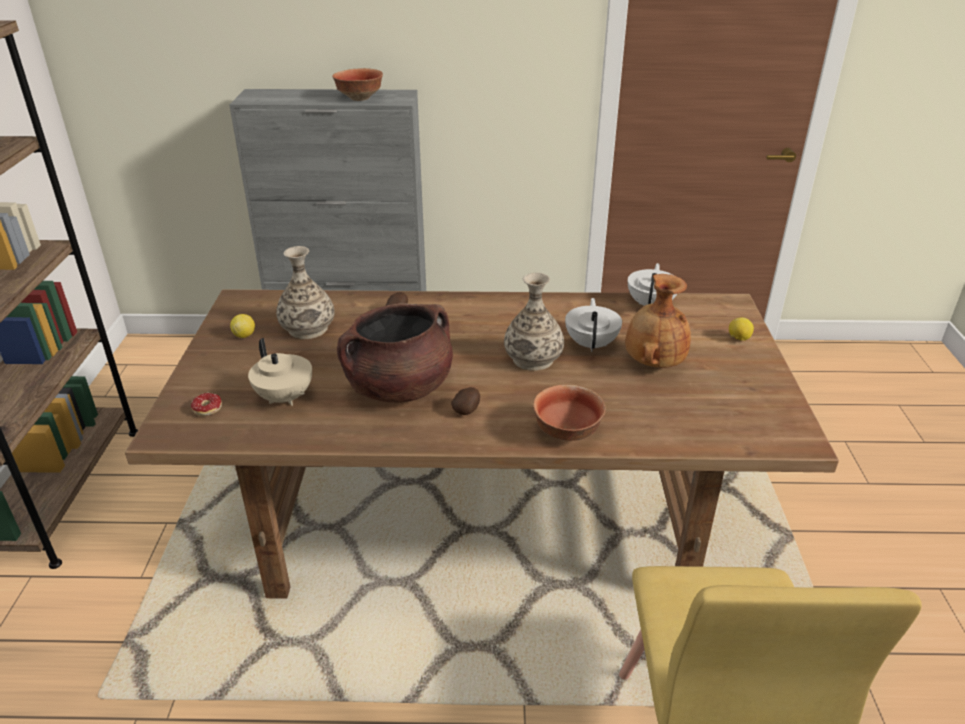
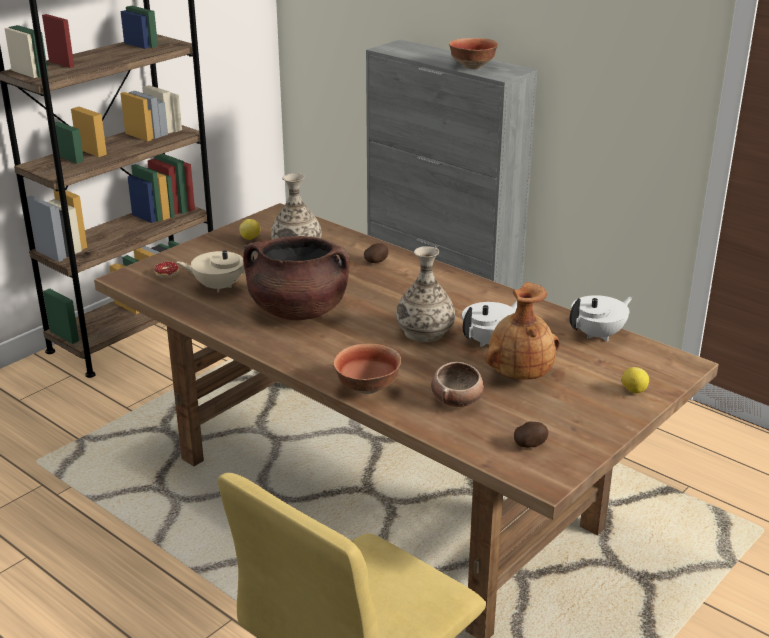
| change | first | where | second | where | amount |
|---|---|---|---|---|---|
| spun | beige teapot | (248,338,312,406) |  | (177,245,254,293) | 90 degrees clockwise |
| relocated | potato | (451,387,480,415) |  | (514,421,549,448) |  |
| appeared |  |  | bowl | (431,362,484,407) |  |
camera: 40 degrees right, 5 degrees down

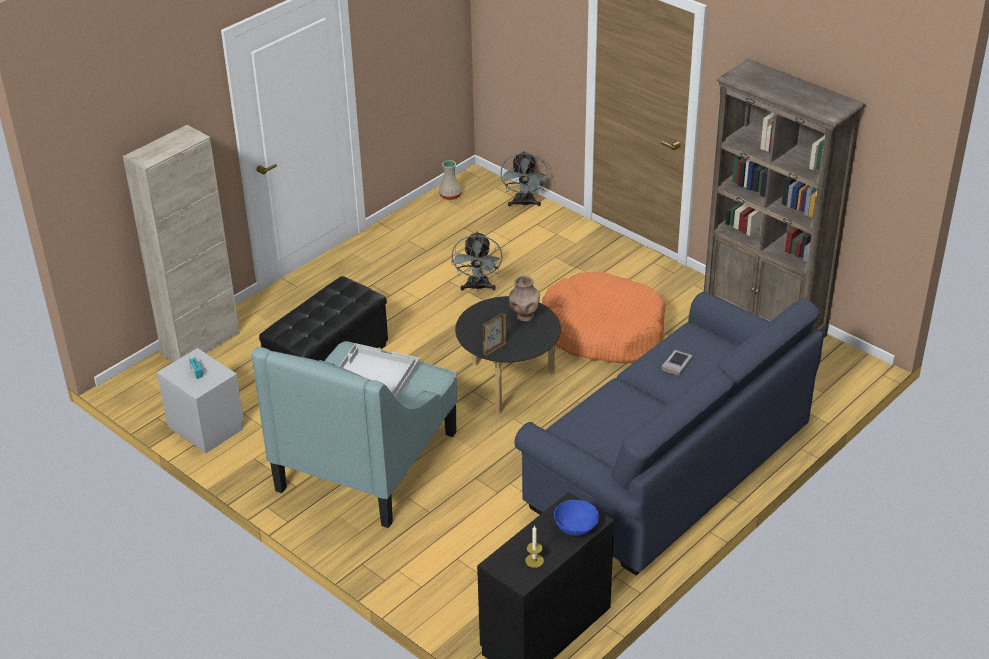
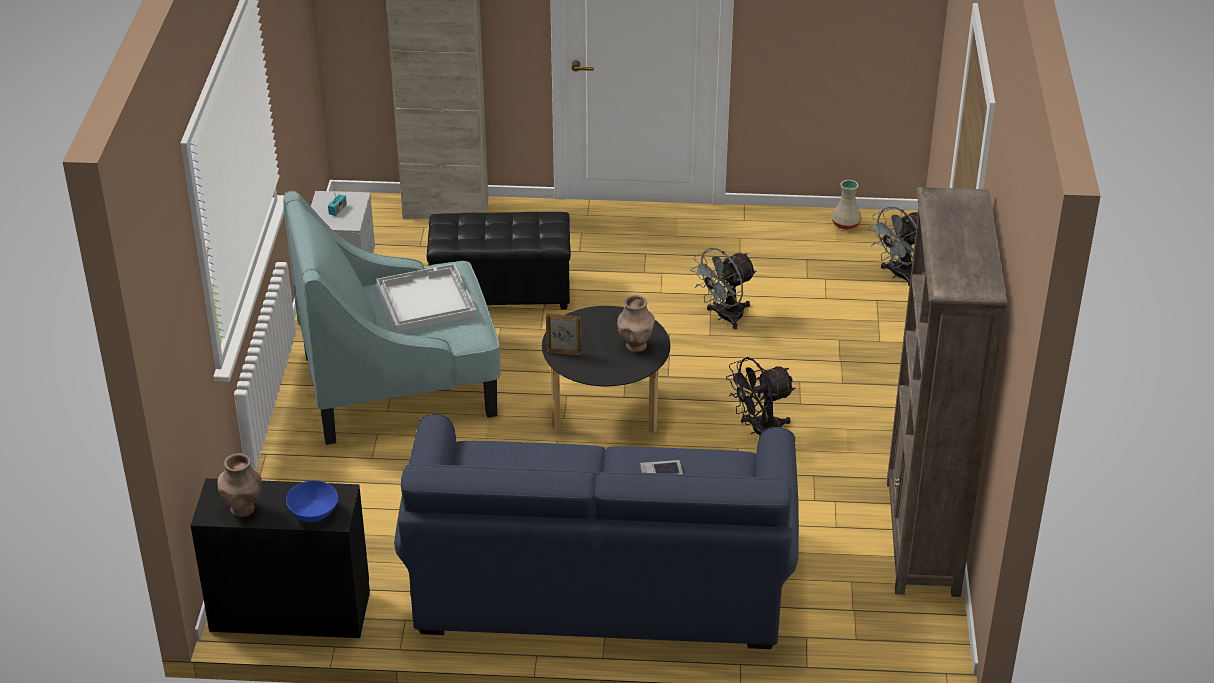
| change | first | where | second | where | amount |
|---|---|---|---|---|---|
| exchanged | orange dog bed | (542,272,666,364) | black fan | (726,357,795,435) |  |
| exchanged | candle | (525,525,544,568) | brown vase | (217,453,262,517) |  |
camera: 50 degrees right, 0 degrees up

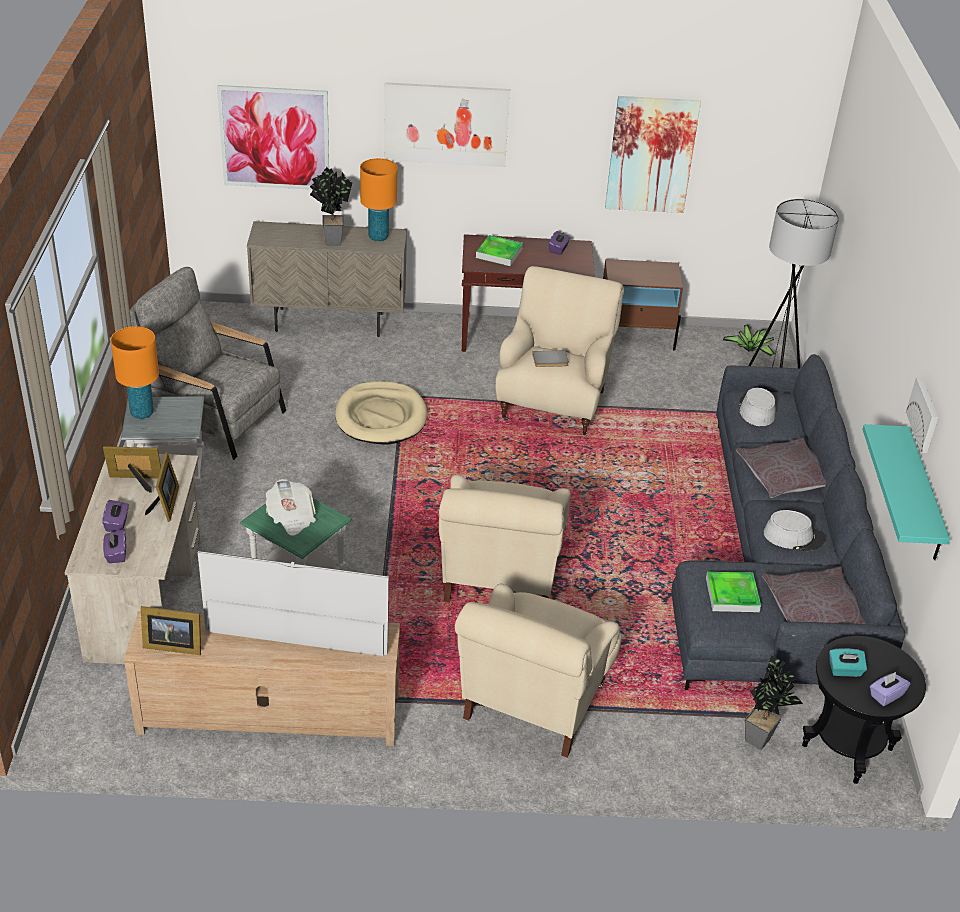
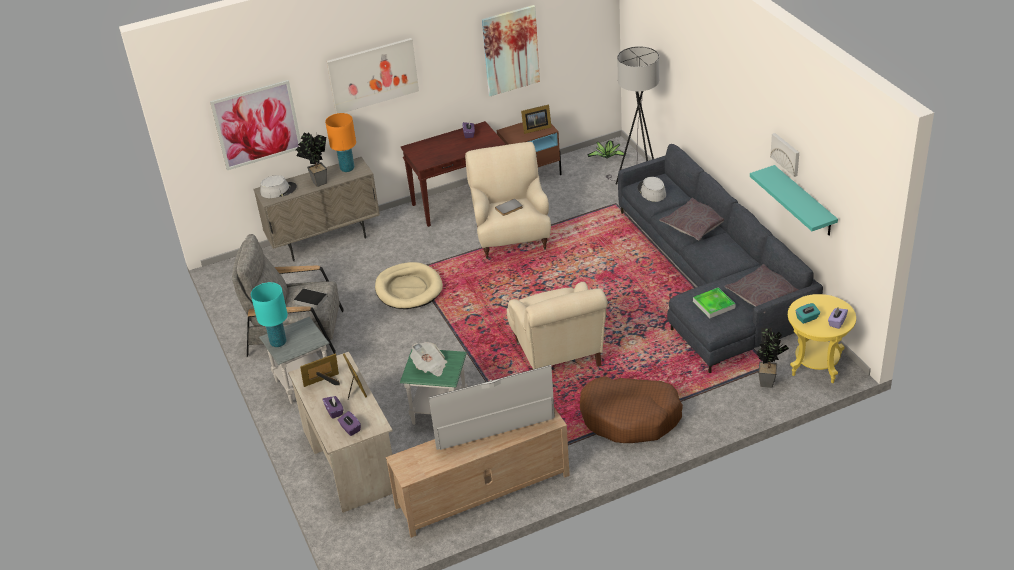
| change | first | where | second | where | amount |
|---|---|---|---|---|---|
| missing | tray | (476,235,523,266) |  |  |  |
| colour | orange table lamp | (110,326,159,419) | turquoise table lamp | (251,282,288,347) |  |
| relocated | grey hat | (763,510,825,551) |  | (260,175,297,198) |  |
| exchanged | beige armchair | (455,584,622,758) | brown dog bed | (580,376,683,443) |  |
| relocated | picture frame | (141,606,201,655) |  | (521,104,552,134) |  |
| colour | black side table | (802,636,926,784) | yellow side table | (788,294,856,383) |  |
| appeared |  |  | book | (294,288,328,309) |  |
camera: 20 degrees left, 0 degrees up

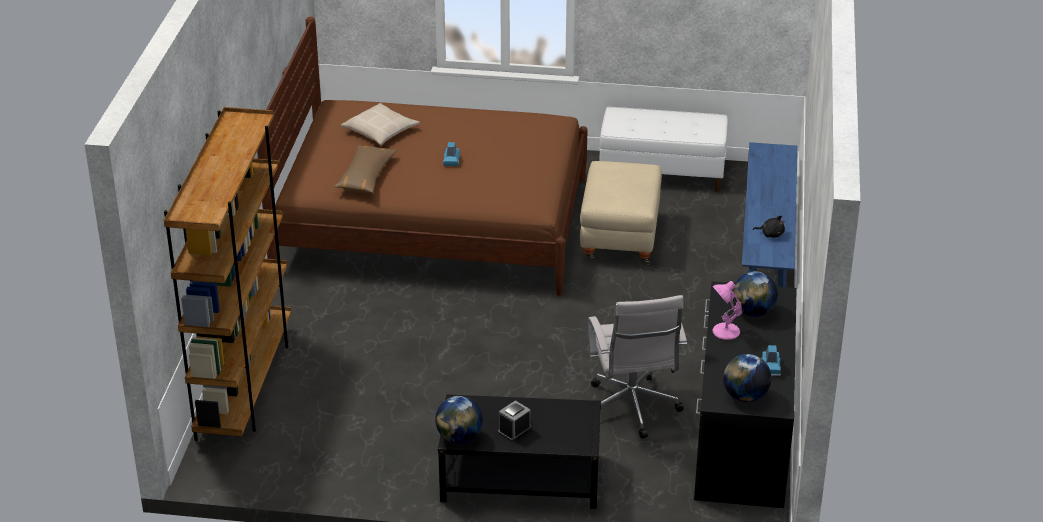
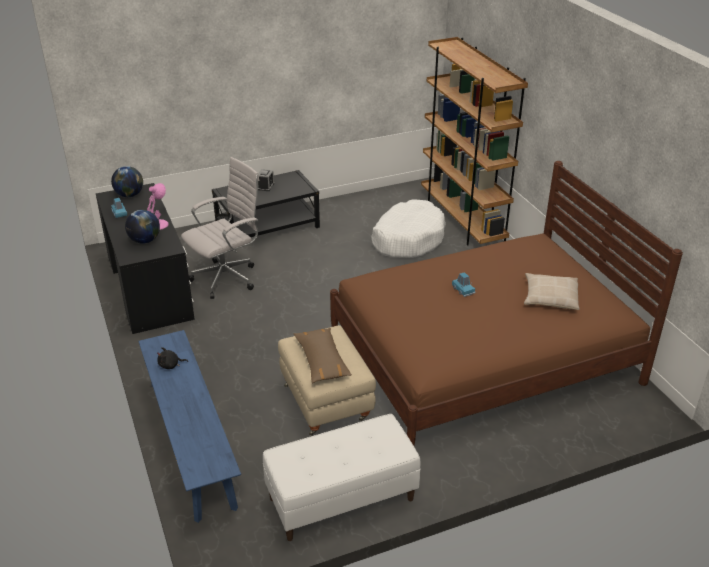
| change | first | where | second | where | amount |
|---|---|---|---|---|---|
| relocated | brown pillow | (334,145,397,193) |  | (294,328,352,383) |  |
| spun | white office chair | (588,295,687,439) |  | (181,157,260,299) | 90 degrees clockwise |
| missing | globe | (435,396,483,444) |  |  |  |
| appeared |  |  | white dog bed | (371,199,446,258) |  |
camera: 150 degrees right, 0 degrees up

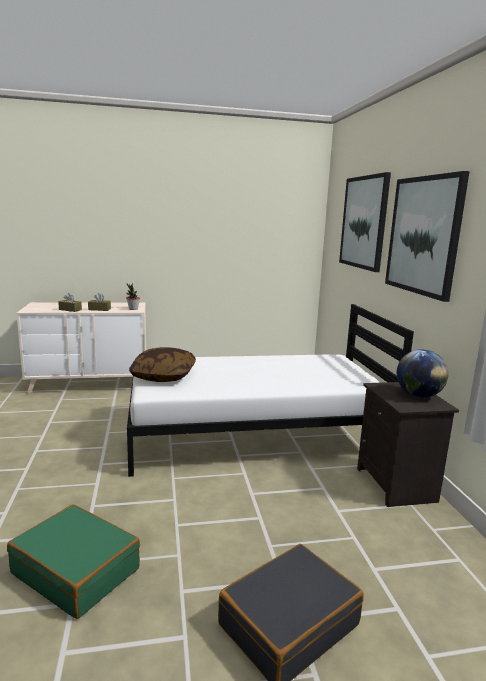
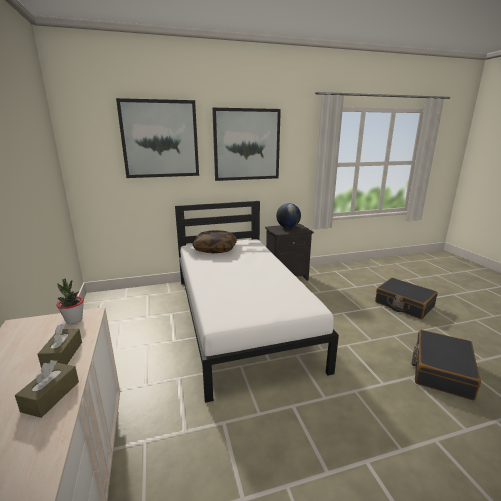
| change | first | where | second | where | amount |
|---|---|---|---|---|---|
| relocated | pillow | (129,347,196,382) |  | (192,230,237,253) |  |
| colour | green suitcase | (7,504,140,619) | black suitcase | (412,330,481,400) |  |
camera: 95 degrees left, 5 degrees up

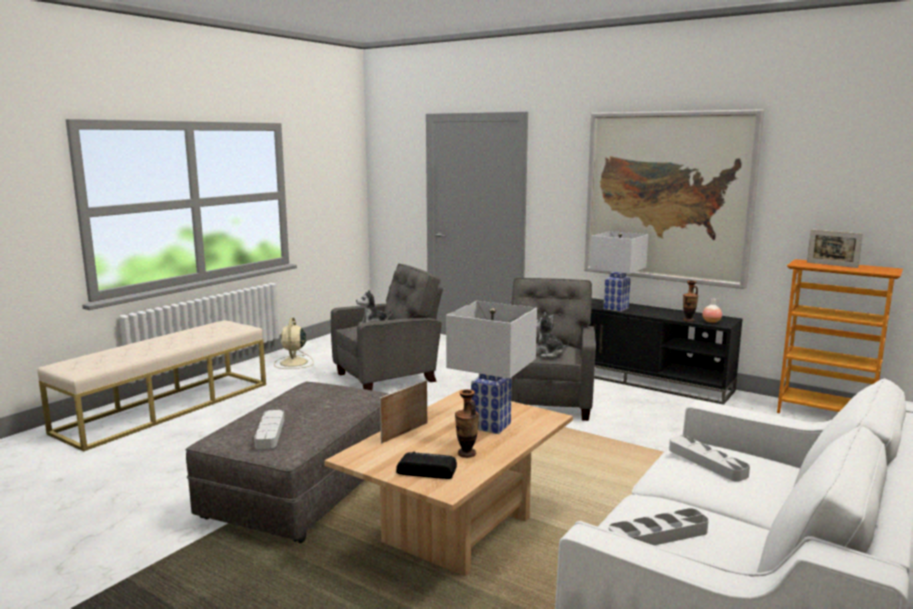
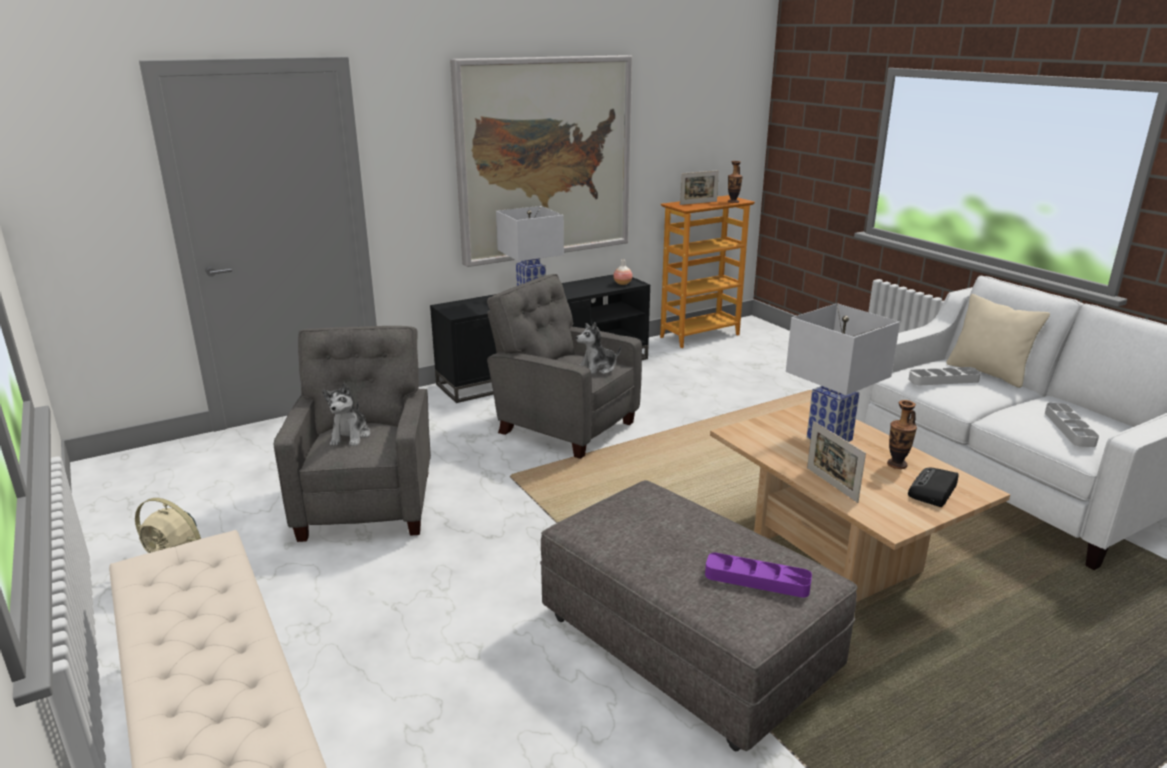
| change | first | where | second | where | amount |
|---|---|---|---|---|---|
| relocated | vase | (683,280,698,322) |  | (728,161,743,203) |  |
| colour | grey tray | (254,410,284,449) | purple tray | (705,553,812,598) |  |
| appeared |  |  | beige pillow | (946,294,1050,388) |  |
camera: 65 degrees left, 10 degrees up

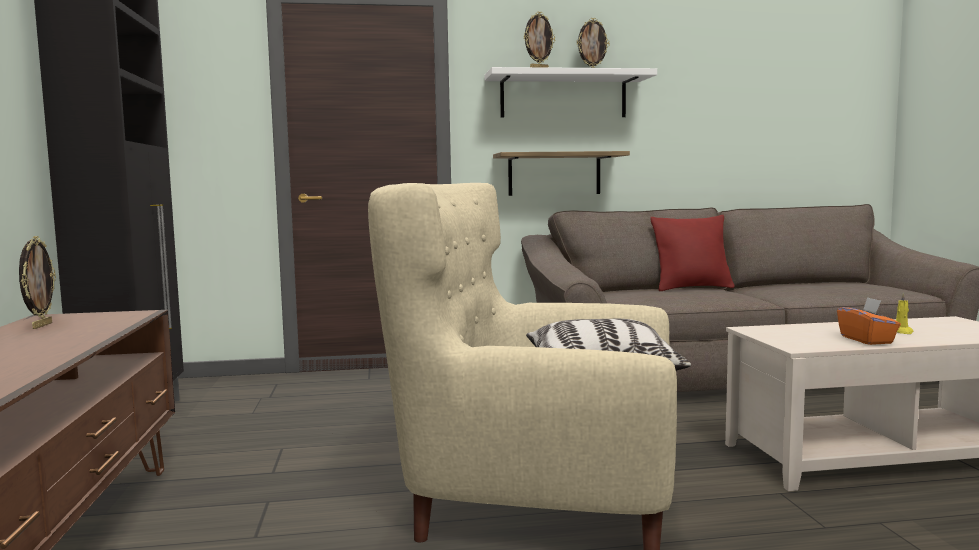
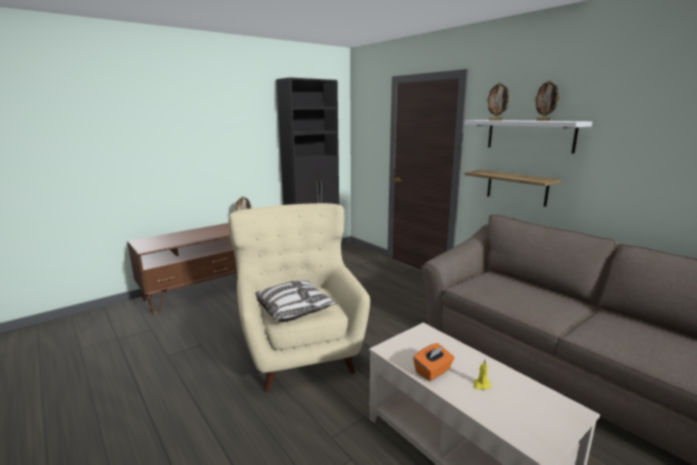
| change | first | where | second | where | amount |
|---|---|---|---|---|---|
| missing | red pillow | (650,215,735,291) |  |  |  |
camera: 60 degrees right, 10 degrees up

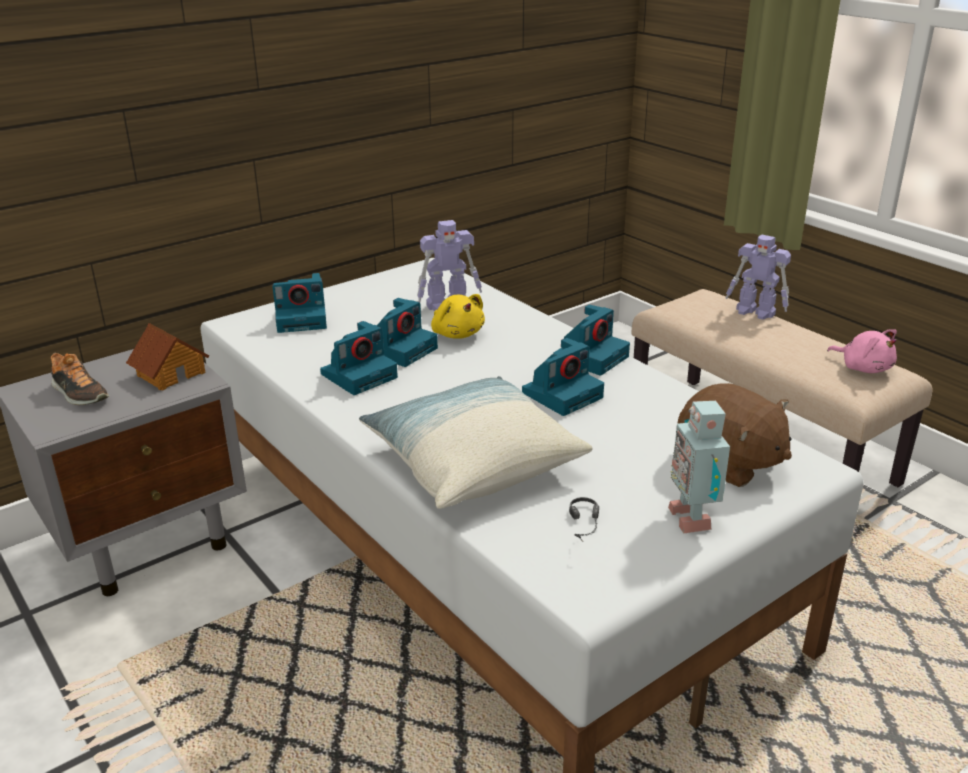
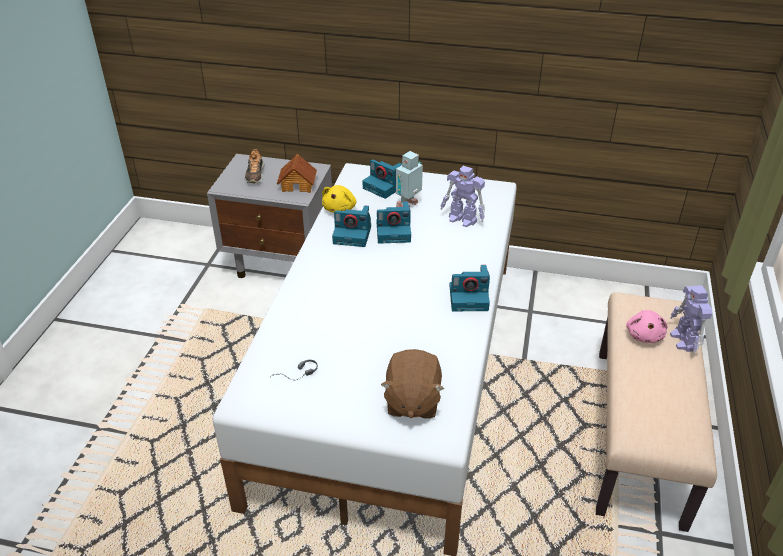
| change | first | where | second | where | amount |
|---|---|---|---|---|---|
| relocated | yellow plush toy | (431,294,485,339) |  | (322,185,356,213) |  |
| relocated | pink plush toy | (827,329,897,373) |  | (626,310,667,343) |  |
| missing | photo camera | (522,338,604,416) |  |  |  |
| missing | pillow | (359,376,592,509) |  |  |  |
| relocated | toy robot | (668,401,730,533) |  | (396,151,423,207) |  |
camera: 50 degrees right, 10 degrees up

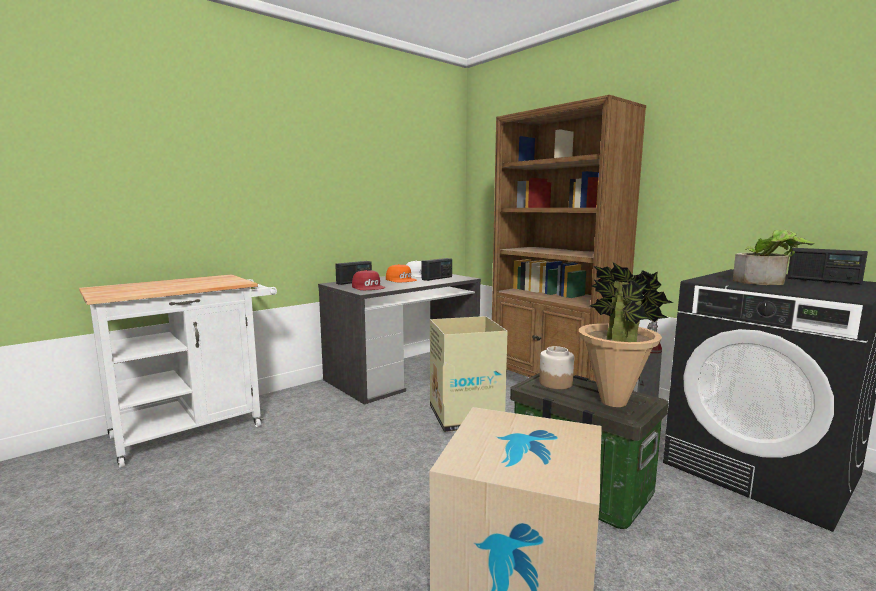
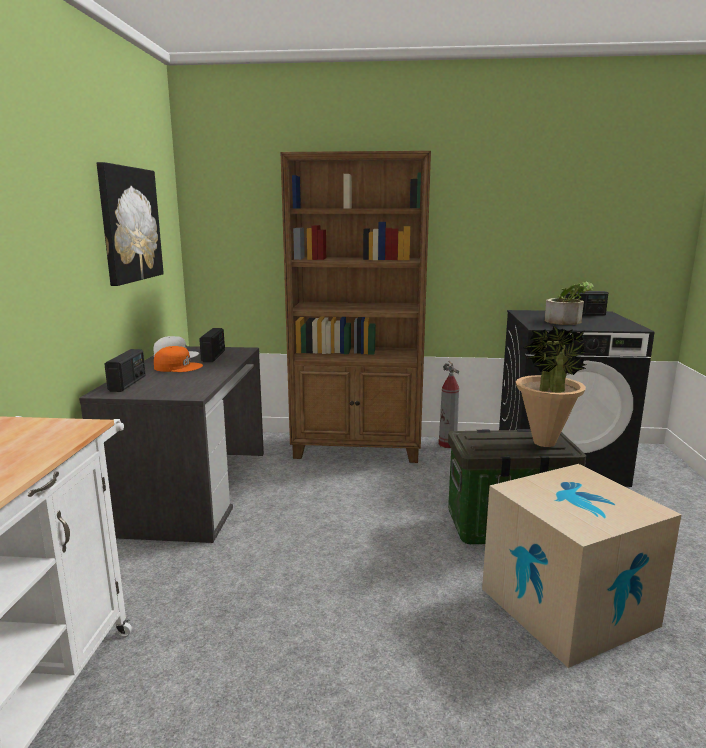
| change | first | where | second | where | amount |
|---|---|---|---|---|---|
| missing | red cap | (352,270,385,290) |  |  |  |
| missing | cardboard box | (430,316,508,432) |  |  |  |
| missing | jar | (539,346,574,389) |  |  |  |
| appeared |  |  | picture | (97,162,164,286) |  |
camera: 45 degrees left, 5 degrees up

